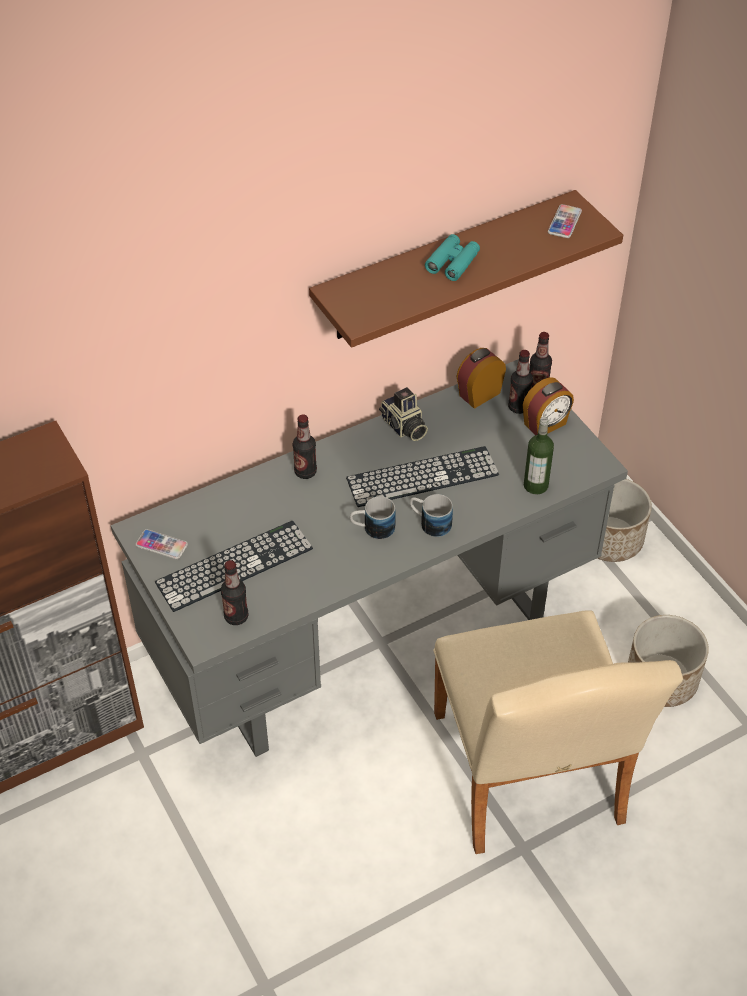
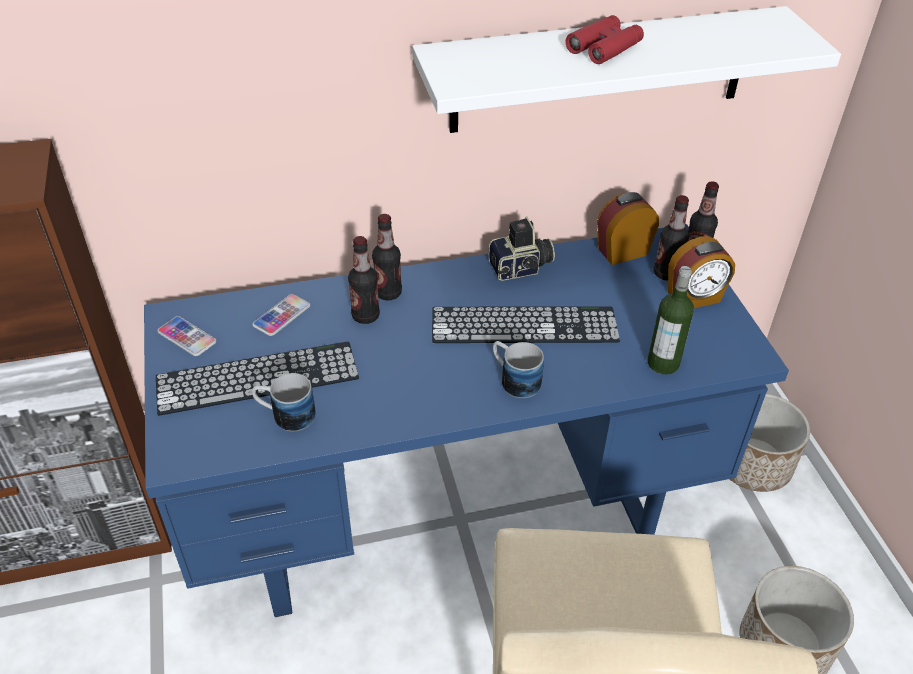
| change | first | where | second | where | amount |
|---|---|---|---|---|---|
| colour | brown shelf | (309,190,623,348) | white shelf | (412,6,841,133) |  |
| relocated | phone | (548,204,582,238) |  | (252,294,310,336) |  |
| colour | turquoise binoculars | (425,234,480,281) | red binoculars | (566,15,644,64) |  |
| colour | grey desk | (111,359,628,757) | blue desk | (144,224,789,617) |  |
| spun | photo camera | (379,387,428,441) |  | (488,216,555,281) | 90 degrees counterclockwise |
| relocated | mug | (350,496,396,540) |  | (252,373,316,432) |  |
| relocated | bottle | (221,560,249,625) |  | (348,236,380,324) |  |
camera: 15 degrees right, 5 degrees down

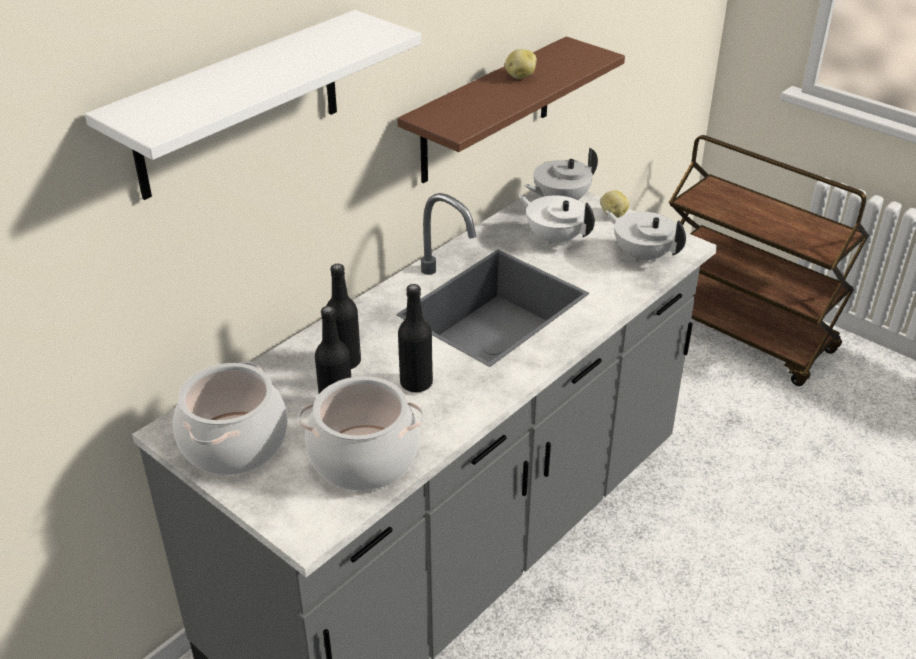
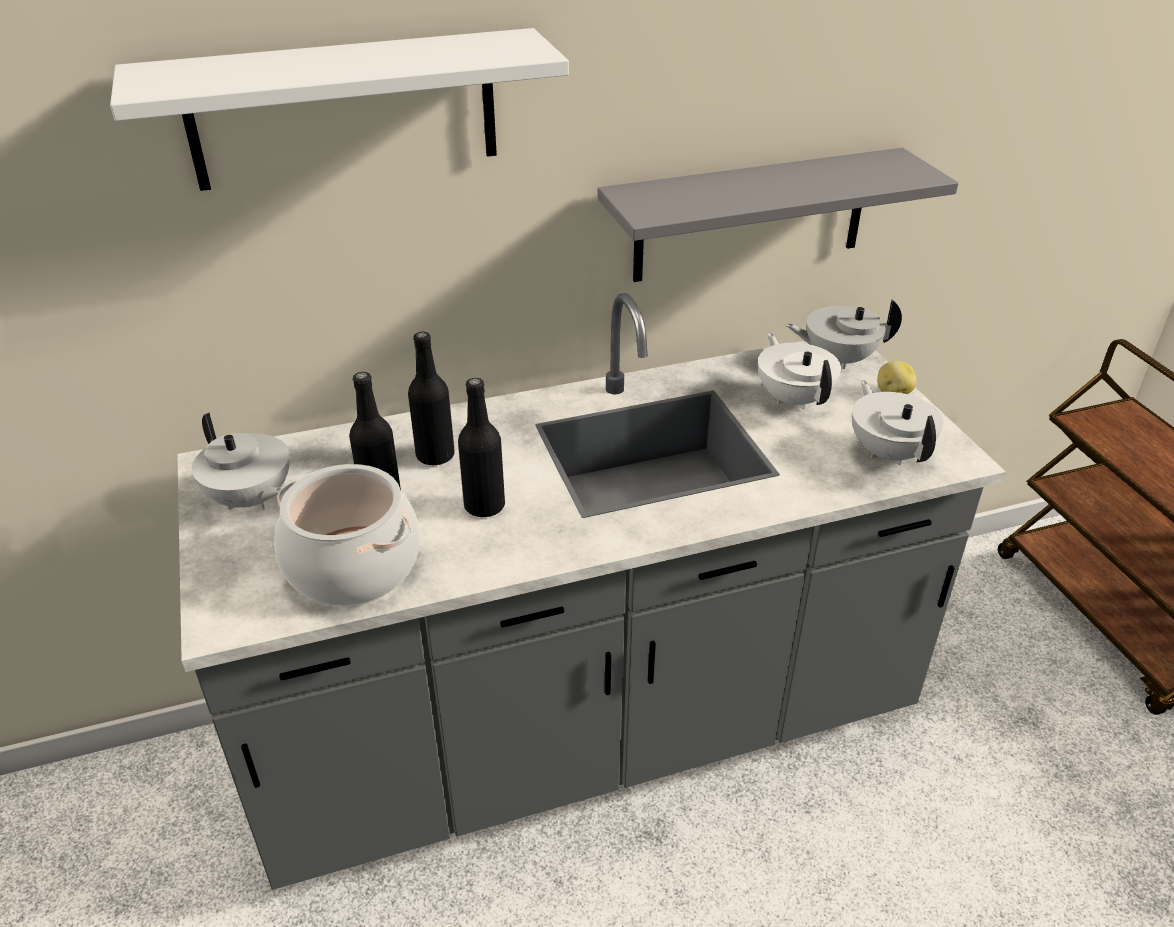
| change | first | where | second | where | amount |
|---|---|---|---|---|---|
| colour | brown shelf | (397,36,625,183) | grey shelf | (598,148,959,282) |  |
| missing | potato | (505,49,537,79) |  |  |  |
| exchanged | cooking pot | (173,362,288,475) | white teapot | (192,413,290,510) |  |
camera: 30 degrees right, 0 degrees up

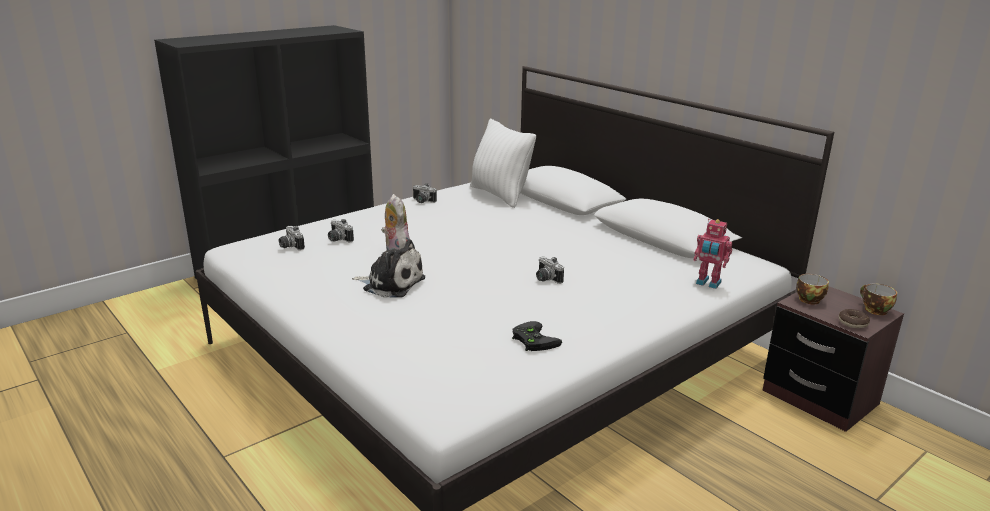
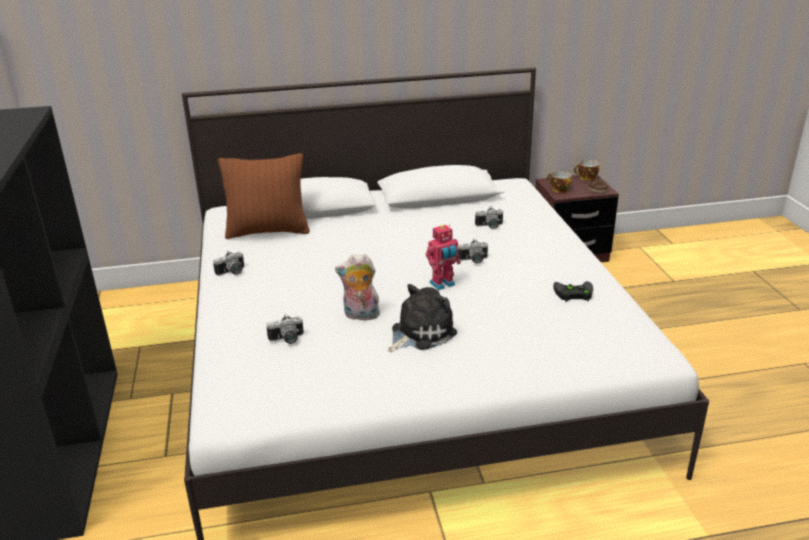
| change | first | where | second | where | amount |
|---|---|---|---|---|---|
| colour | white pillow | (470,119,536,208) | brown pillow | (218,153,310,239) |  |
| relocated | toy robot | (693,219,732,289) |  | (426,224,461,290) |  |
| relocated | photo camera | (279,226,305,250) |  | (475,207,503,229) |  |
camera: 60 degrees left, 5 degrees up

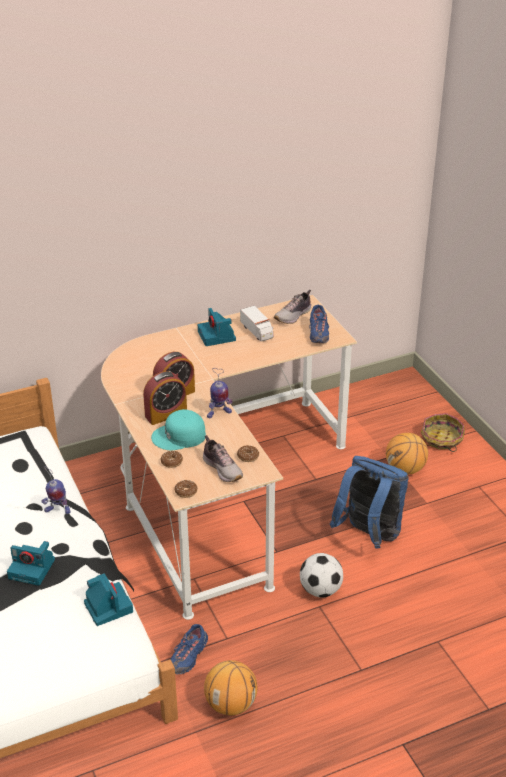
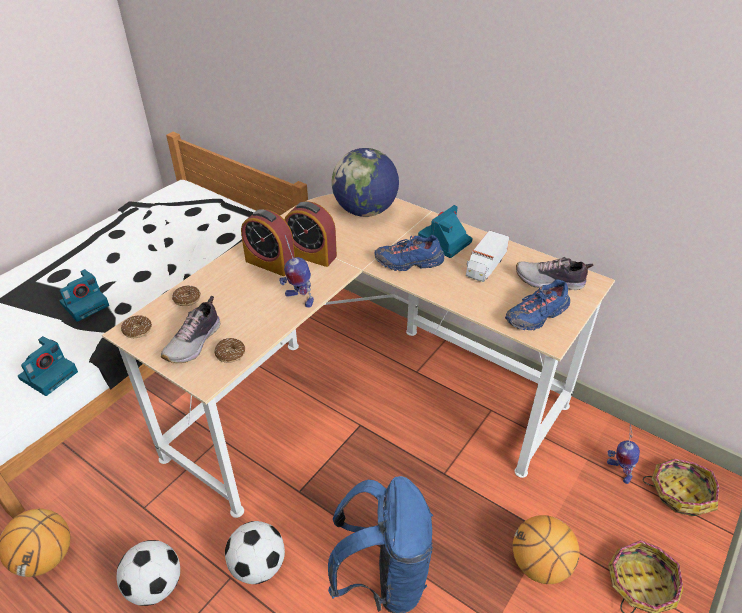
| change | first | where | second | where | amount |
|---|---|---|---|---|---|
| missing | turquoise cap | (151,409,206,450) |  |  |  |
| relocated | toy robot | (41,466,70,514) |  | (607,424,640,484) |  |
| spun | photo camera | (7,541,55,586) |  | (59,269,109,322) | 120 degrees counterclockwise |
| relocated | blue shoe | (170,624,208,674) |  | (375,235,444,271) |  |
| appeared |  |  | globe | (332,148,399,217) |  |
| appeared |  |  | basket | (643,459,719,516) |  |
| appeared |  |  | football | (117,540,180,606) |  |
camera: 60 degrees right, 5 degrees up

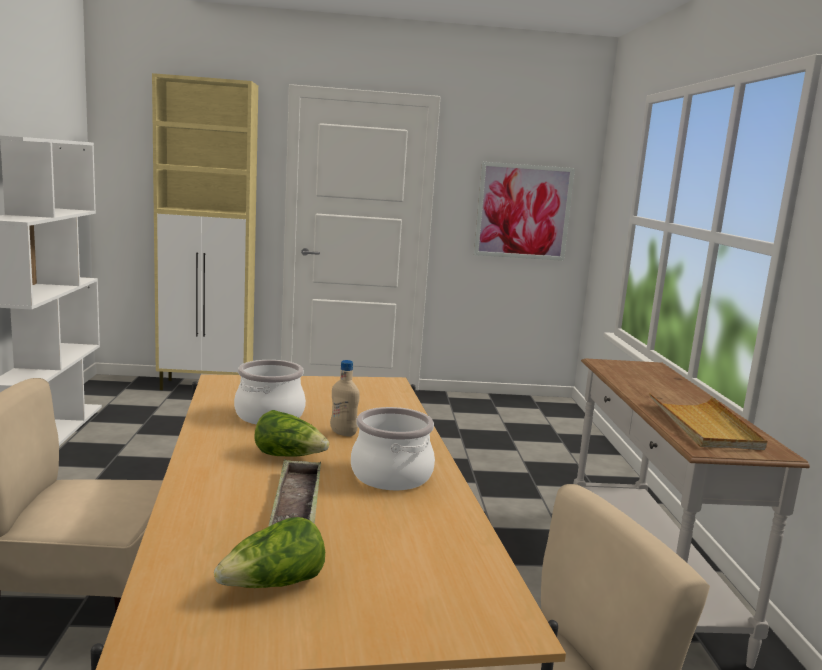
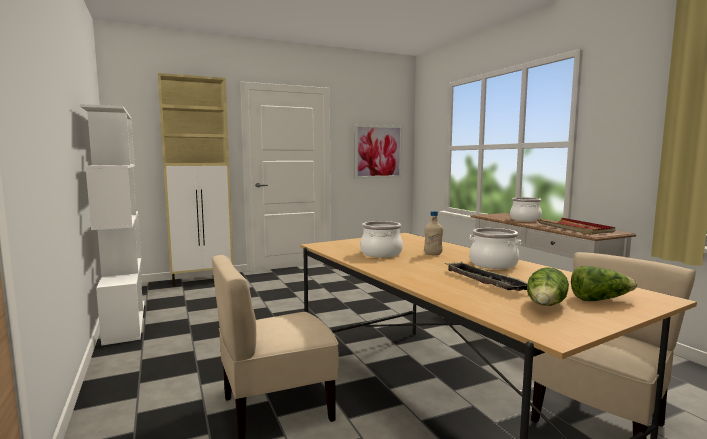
| change | first | where | second | where | amount |
|---|---|---|---|---|---|
| colour | beige tray | (649,393,767,450) | red tray | (537,218,615,235) |  |
| relocated | lettuce | (254,410,329,457) |  | (571,266,637,301) |  |
| appeared |  |  | cooking pot | (510,197,542,221) |  |
camera: 20 degrees left, 5 degrees down

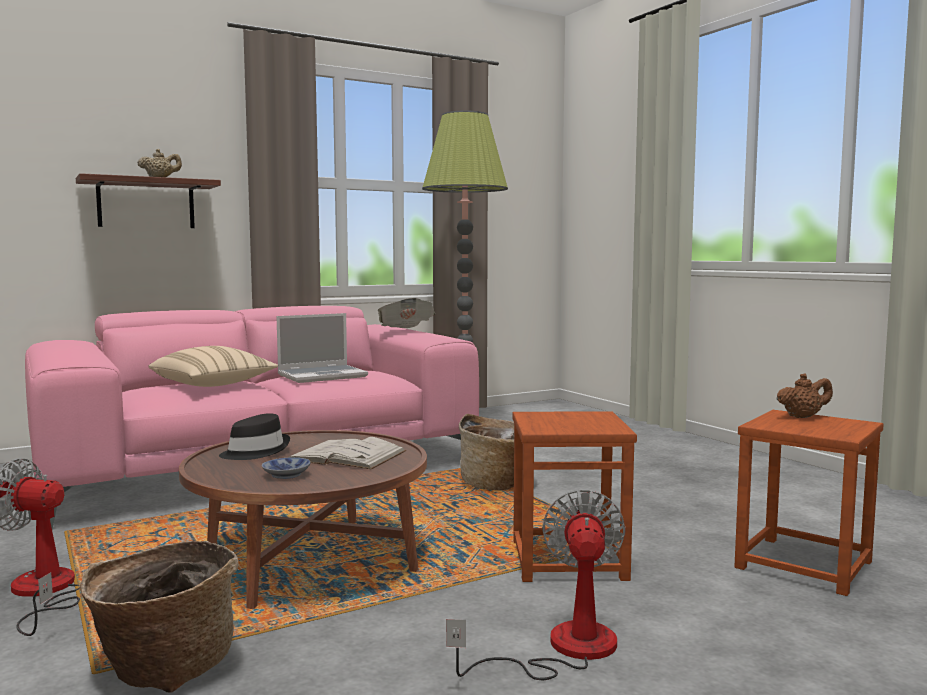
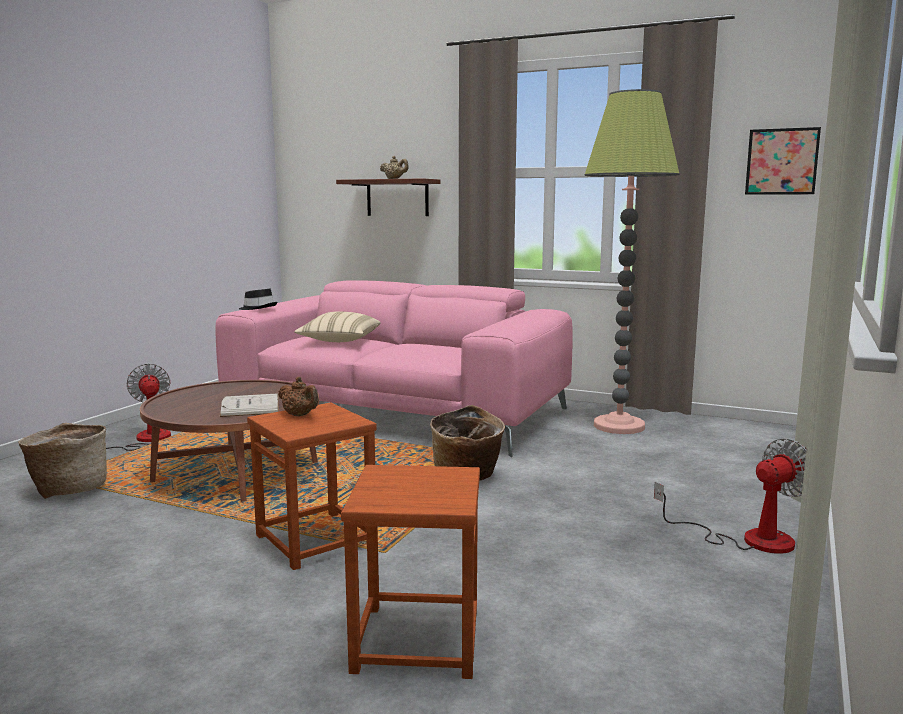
| change | first | where | second | where | amount |
|---|---|---|---|---|---|
| missing | newspaper | (378,298,435,328) |  |  |  |
| missing | laptop | (276,313,368,383) |  |  |  |
| relocated | brown teapot | (777,373,833,418) |  | (278,377,318,416) |  |
| relocated | black hat | (219,413,290,460) |  | (239,289,277,310) |  |
| missing | bowl | (262,457,311,479) |  |  |  |
| relocated | fan | (446,489,626,680) |  | (654,438,806,554) |  |
| appeared |  |  | picture | (745,127,821,195) |  |
camera: 55 degrees right, 5 degrees up

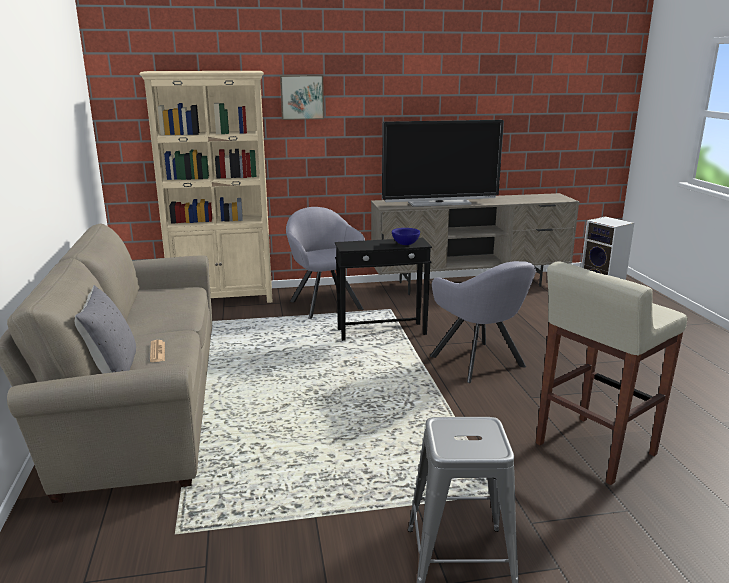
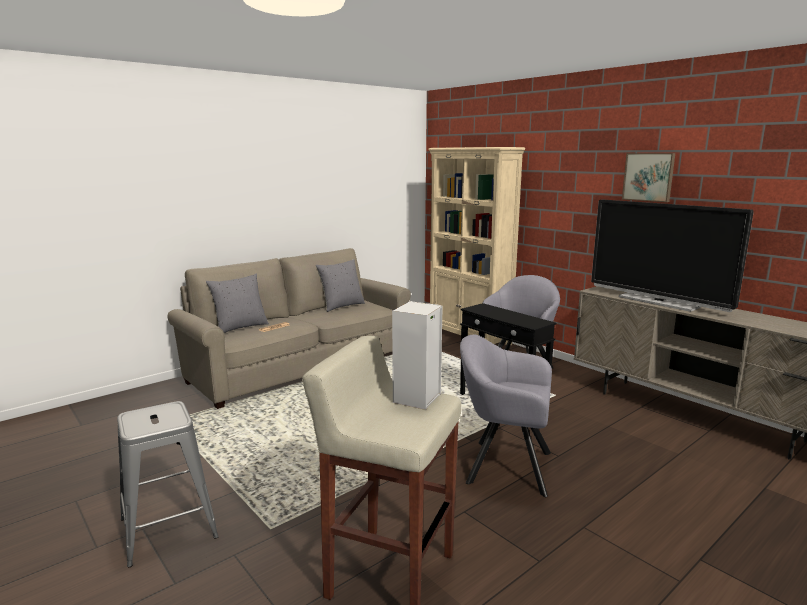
| change | first | where | second | where | amount |
|---|---|---|---|---|---|
| relocated | picture | (280,75,324,120) |  | (622,153,675,202) |  |
| missing | blue bowl | (392,228,420,245) |  |  |  |
| spun | grey armchair | (430,261,536,383) |  | (460,335,552,497) | 75 degrees clockwise |
| appeared |  |  | grey pillow | (316,259,365,312) |  |
camera: 60 degrees right, 5 degrees down

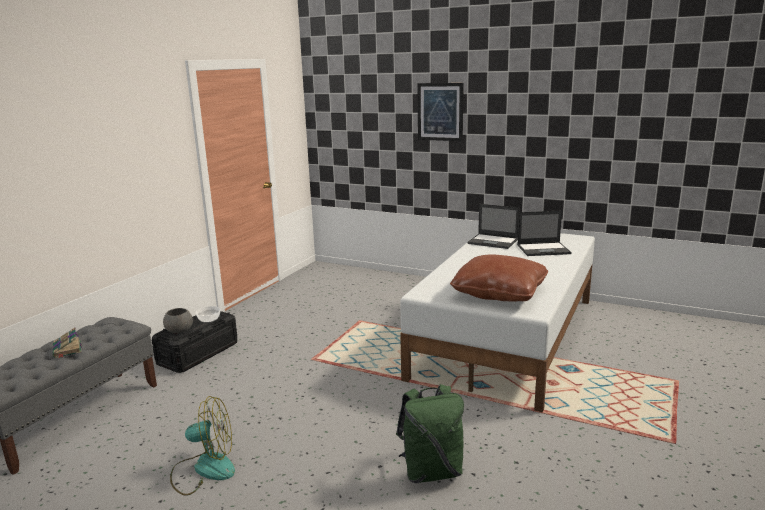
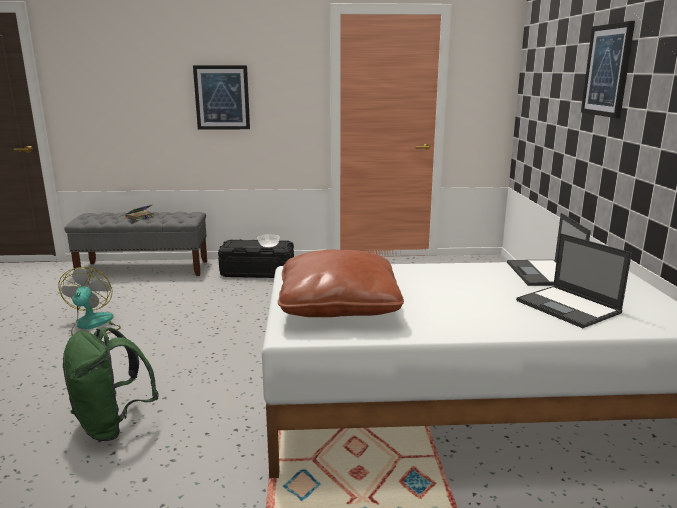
| change | first | where | second | where | amount |
|---|---|---|---|---|---|
| missing | grey bowl | (163,308,193,333) |  |  |  |
| spun | fan | (170,396,235,496) |  | (59,267,121,336) | 150 degrees counterclockwise |
| appeared |  |  | picture | (193,65,250,130) |  |
camera: 60 degrees right, 0 degrees up

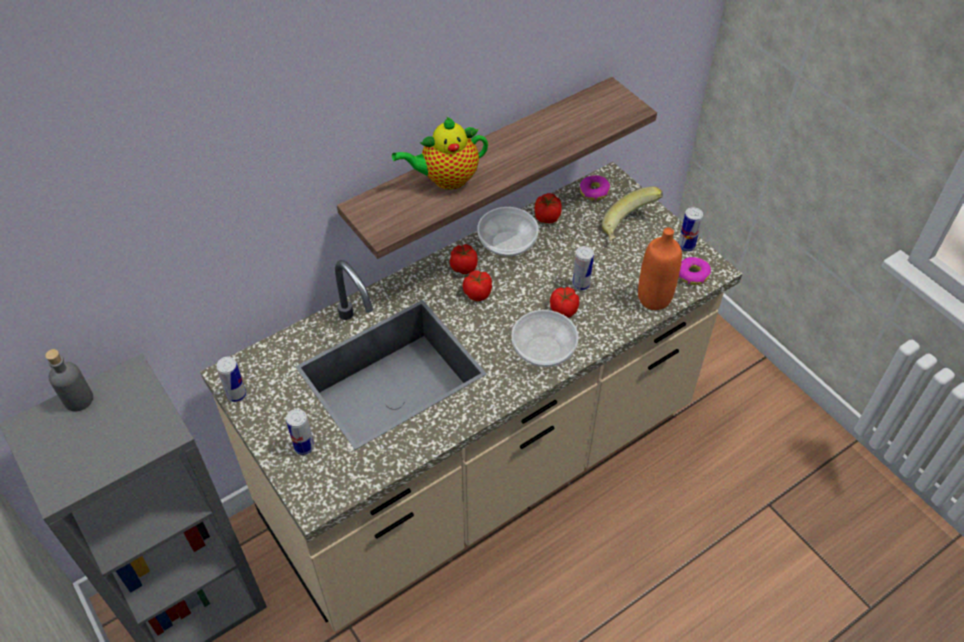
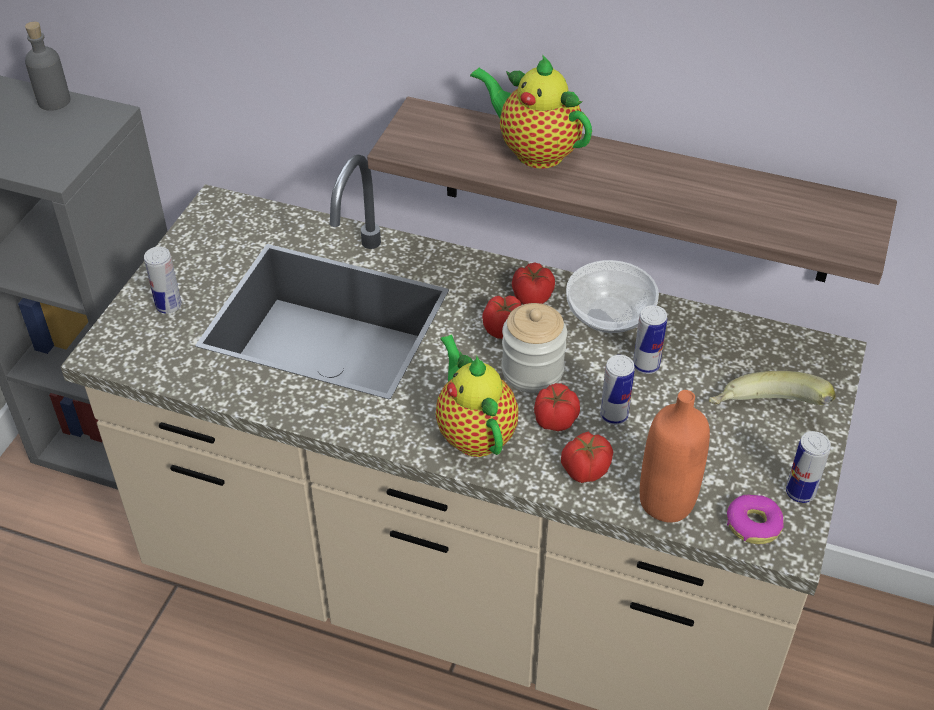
| change | first | where | second | where | amount |
|---|---|---|---|---|---|
| missing | donut | (580,175,610,201) |  |  |  |
| relocated | tomato | (534,193,562,223) |  | (561,431,613,483) |  |
| exchanged | bowl | (511,310,579,367) | teapot | (436,334,518,457) |  |
| relocated | can | (217,357,247,402) |  | (633,305,667,374) |  |
| appeared |  |  | jar | (501,303,567,393) |  |
camera: 55 degrees right, 5 degrees down

